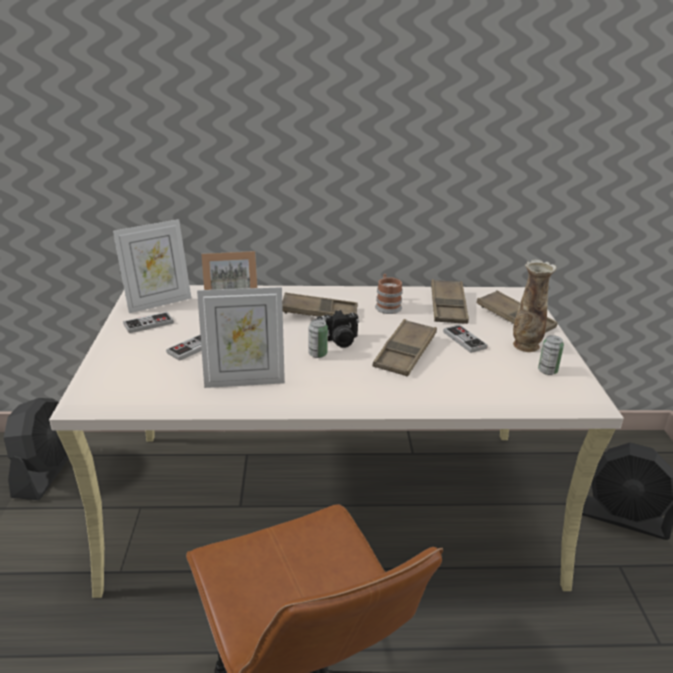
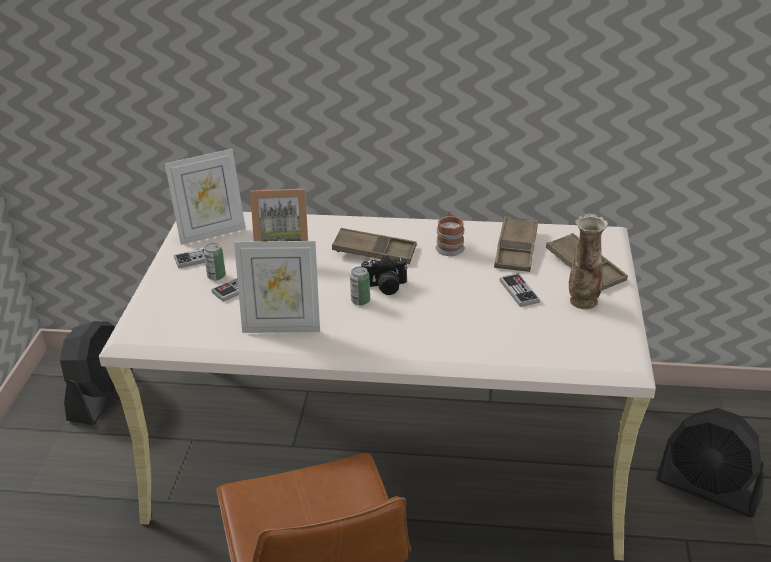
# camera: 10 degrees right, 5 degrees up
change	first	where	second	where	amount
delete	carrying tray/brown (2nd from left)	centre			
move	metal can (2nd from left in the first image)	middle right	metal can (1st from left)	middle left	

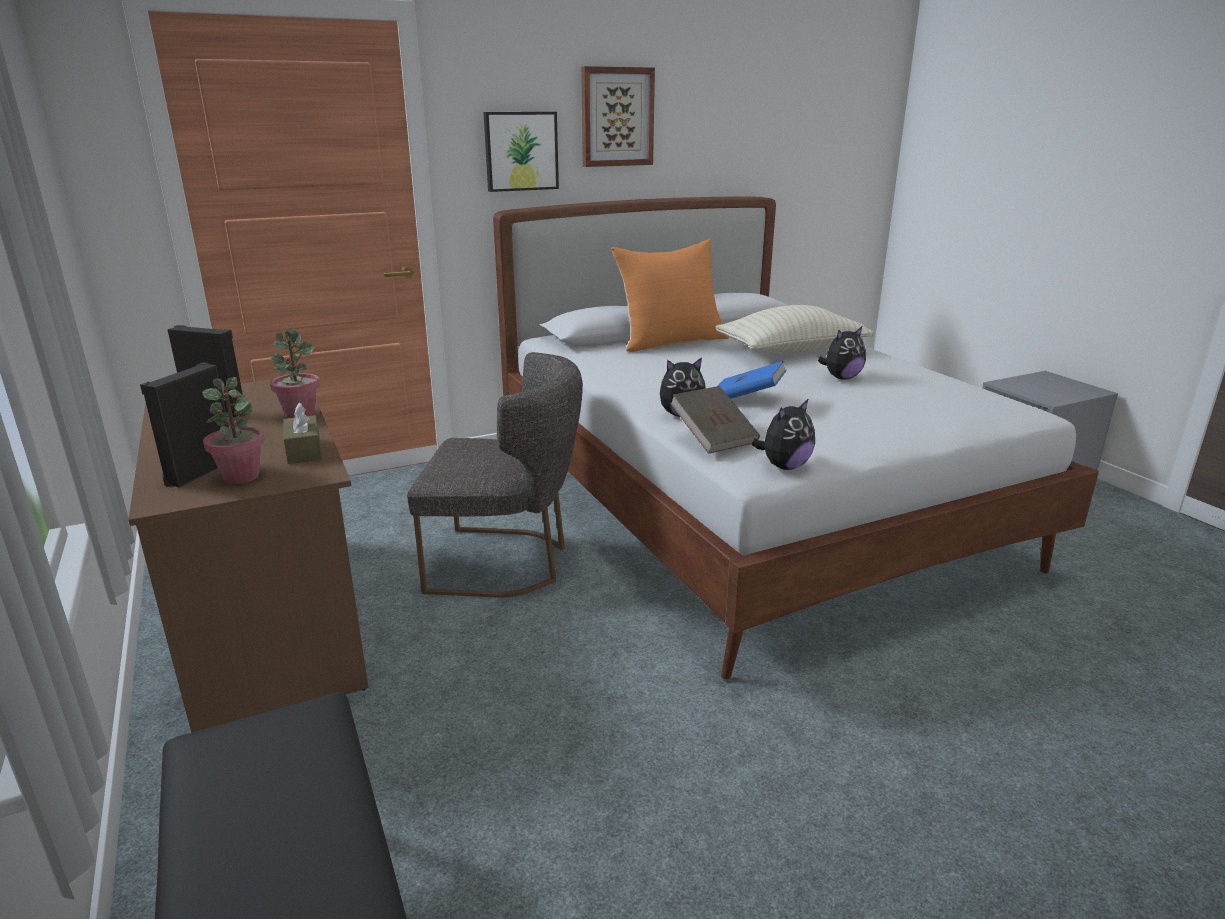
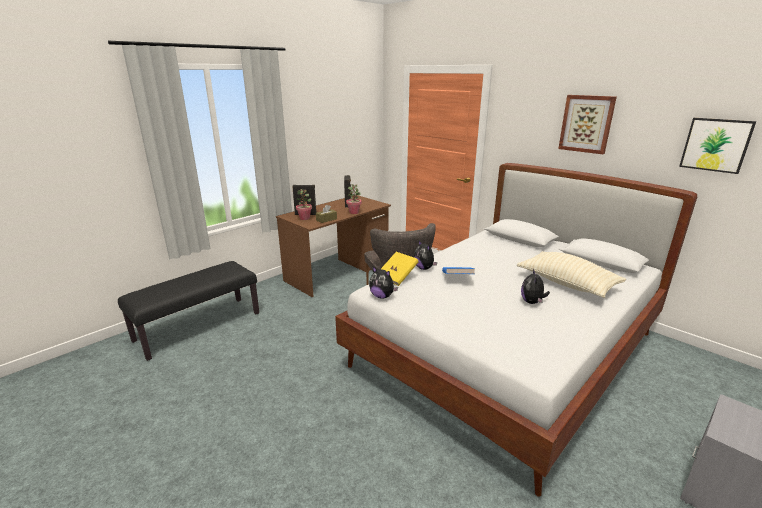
# camera: 70 degrees right, 0 degrees up
change	first	where	second	where	amount
move	wall art (1st from left in the first image)	top centre	wall art (2nd from left)	top right	
delete	cushion/orangey	top centre			
rotate	soft toy (3rd from left)	middle right		middle right	60 degrees clockwise
recolor	volume/brown	centre	volume/yellow	centre	

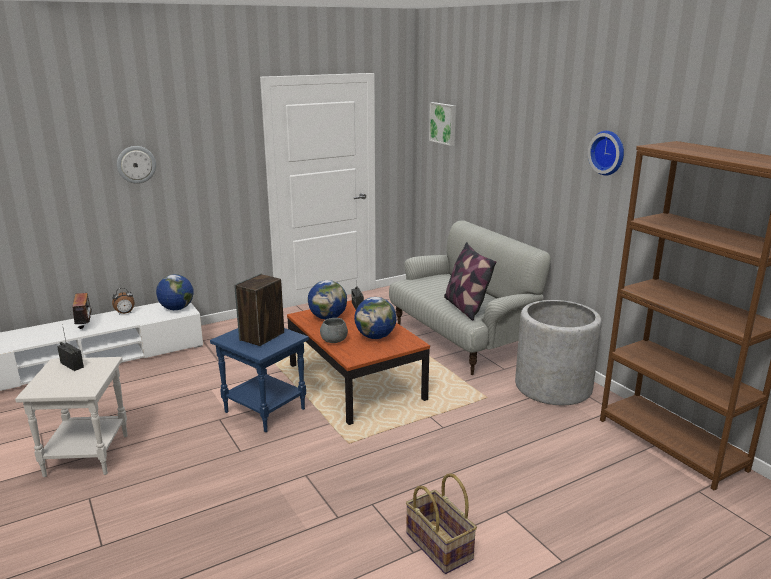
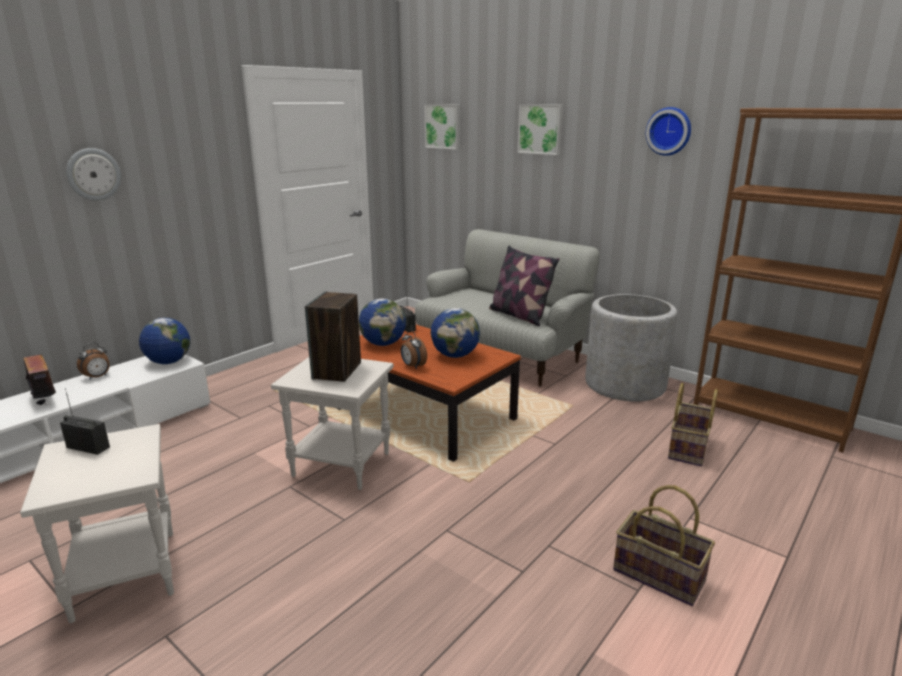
# camera: 20 degrees left, 0 degrees up
change	first	where	second	where	amount
replace	deep dish/gray	centre	table clock (2nd from left)	centre	
recolor	accent table/blue	centre	accent table/white-coloured (2nd from left)	centre	
insert			wall art (2nd from left)	top centre	
insert			basket (2nd from left)	middle right	

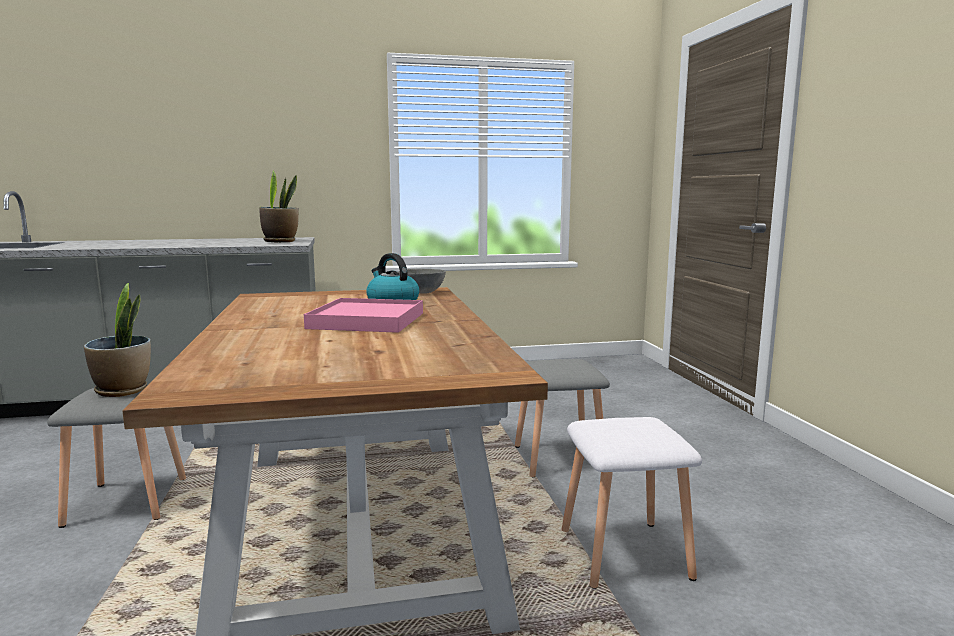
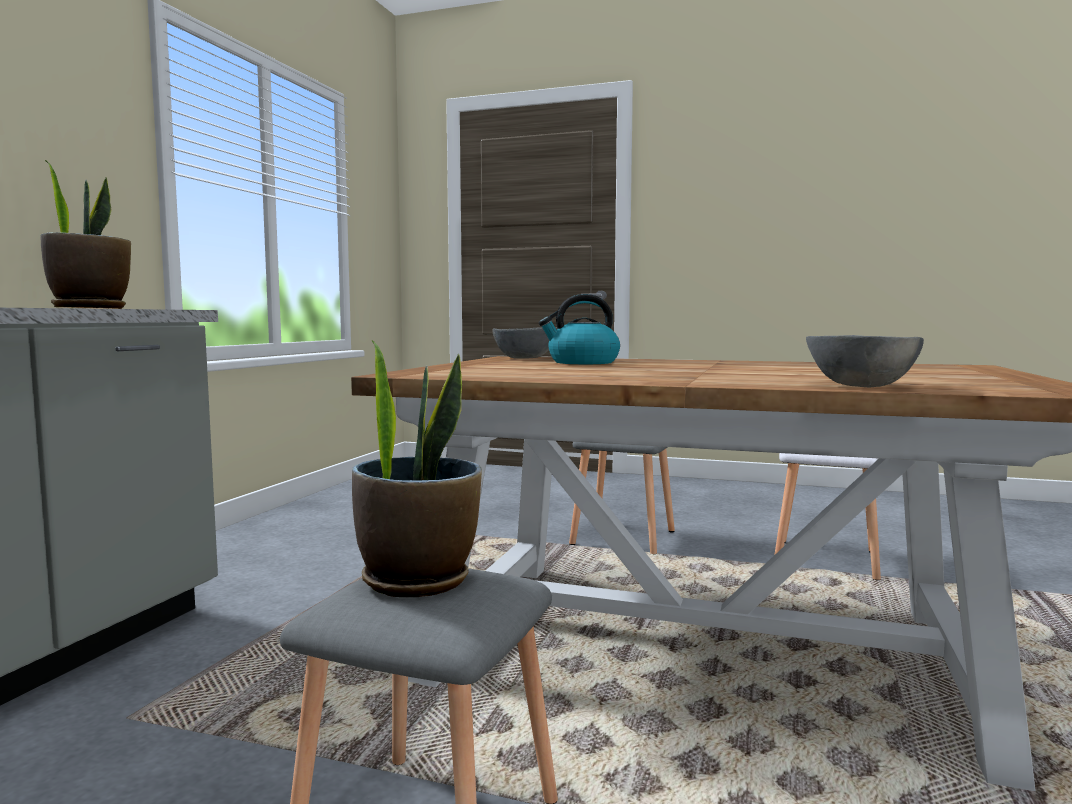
# camera: 60 degrees left, 5 degrees down
change	first	where	second	where	amount
delete	carrying tray/pinkish	centre			
insert			deep dish/gray (2nd from left)	middle right	

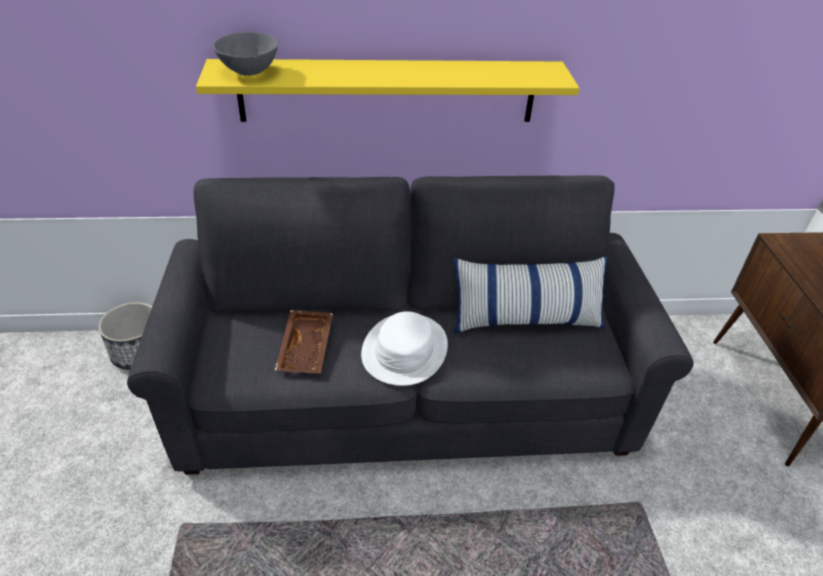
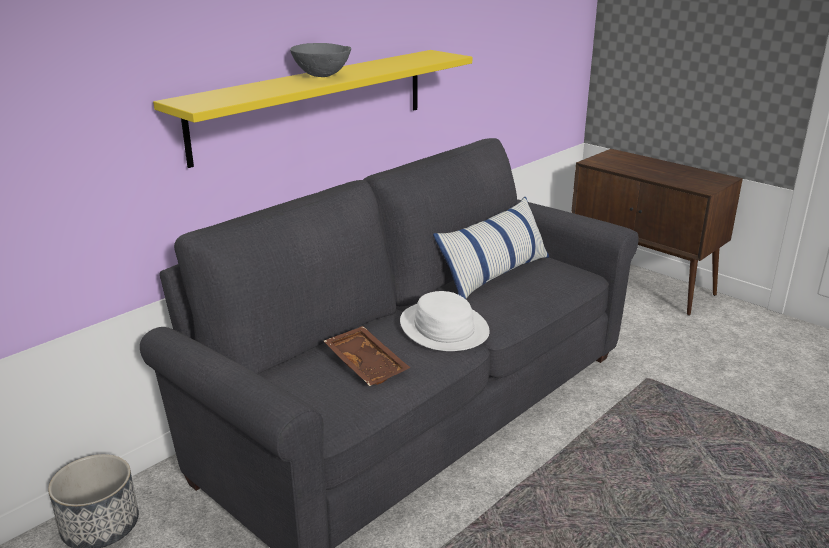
# camera: 40 degrees left, 15 degrees down
change	first	where	second	where	amount
move	deep dish/gray	top left		top centre	

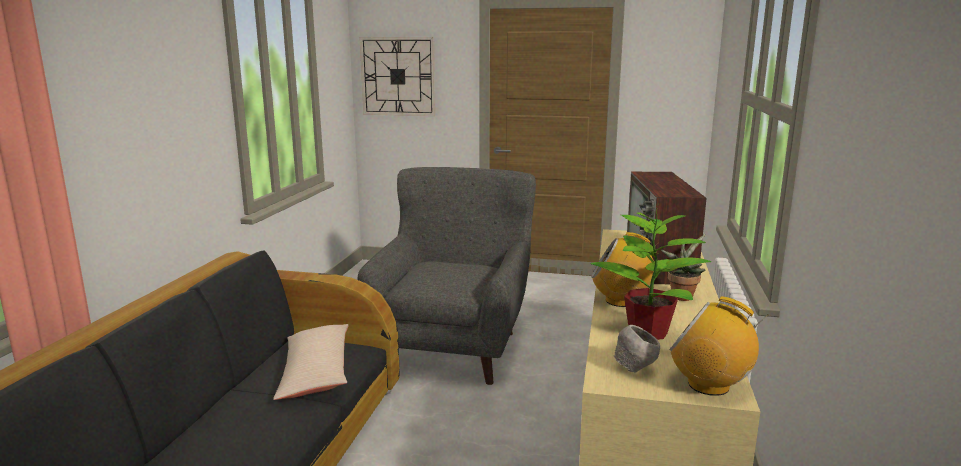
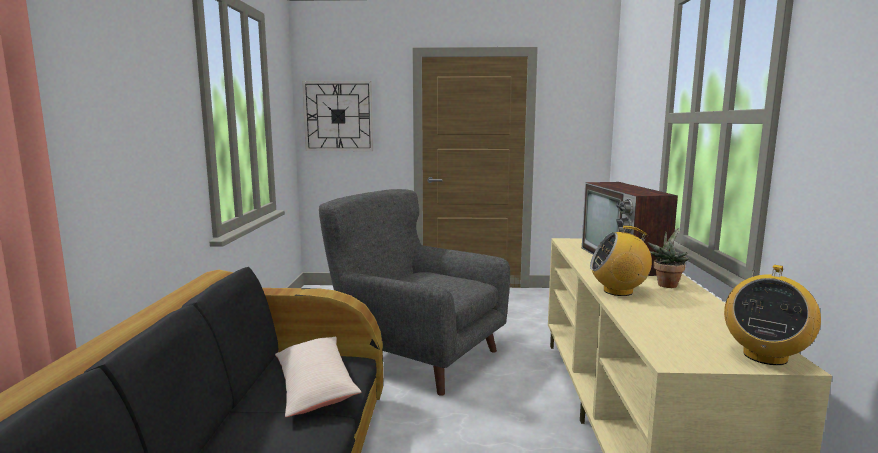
# camera: 10 degrees left, 5 degrees down
change	first	where	second	where	amount
rotate	easy chair/gray	centre		centre	60 degrees counterclockwise
delete	potted plant (1st from left)	middle right			
rotate	radio receiver (2nd from left)	bottom right		bottom right	75 degrees counterclockwise
delete	deep dish/gray	bottom centre			

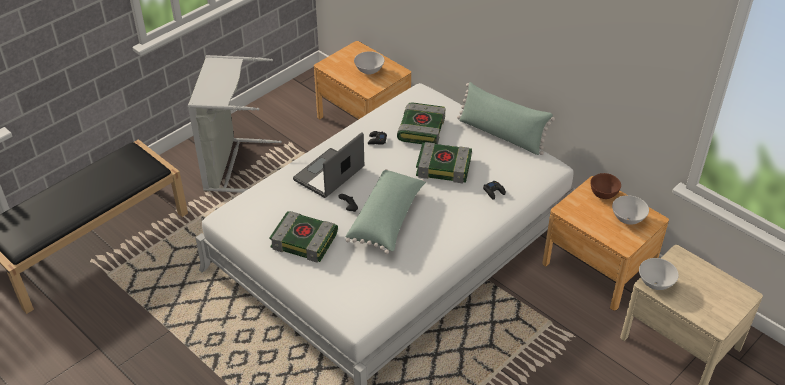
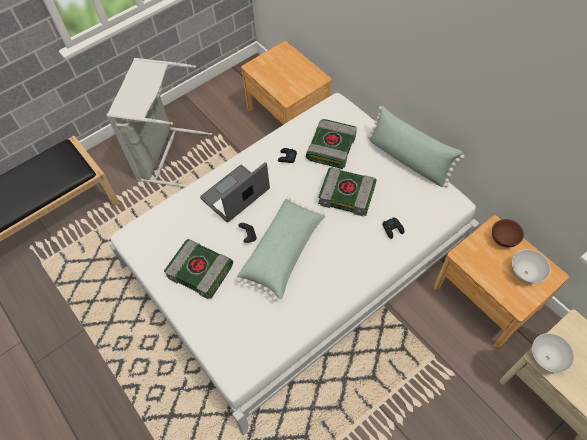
# camera: 10 degrees right, 15 degrees up
change	first	where	second	where	amount
delete	deep dish/white-coloured (1st from left)	top centre			

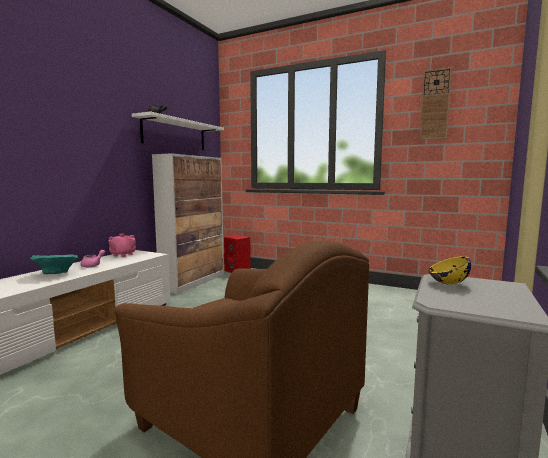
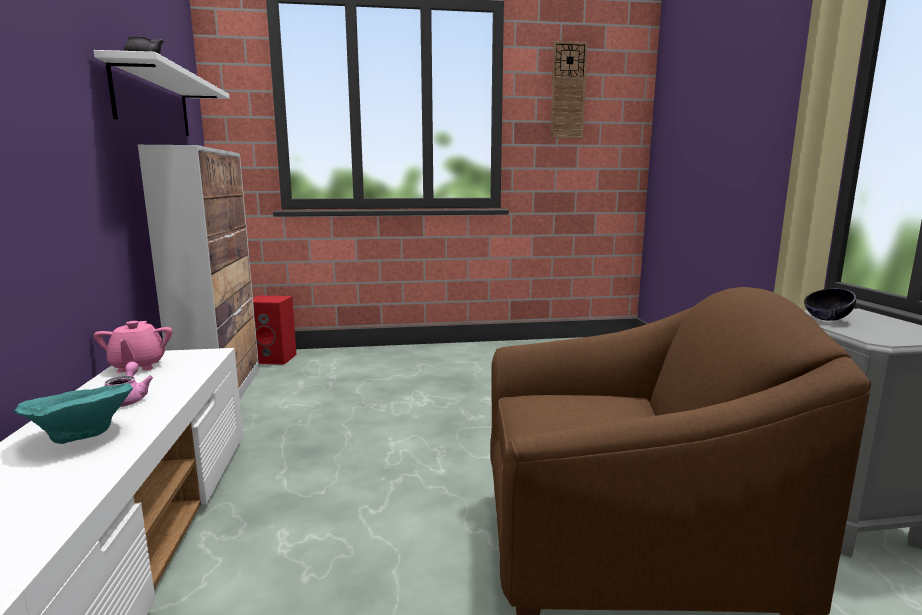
# camera: 35 degrees left, 5 degrees up
change	first	where	second	where	amount
recolor	deep dish/yellow	middle right	deep dish/blackish	middle right	

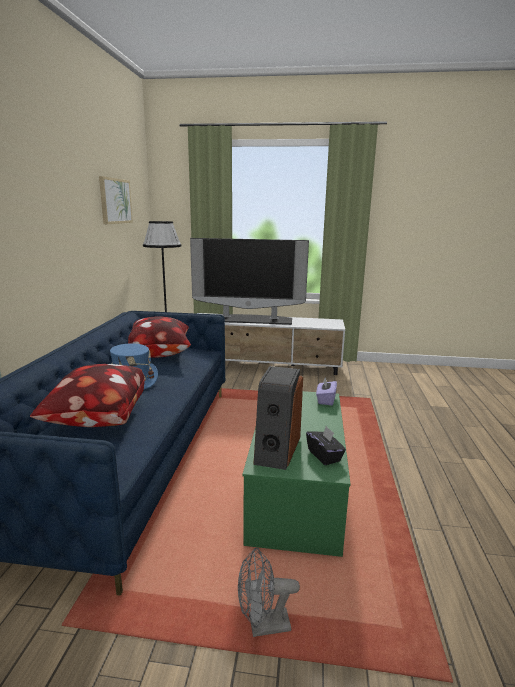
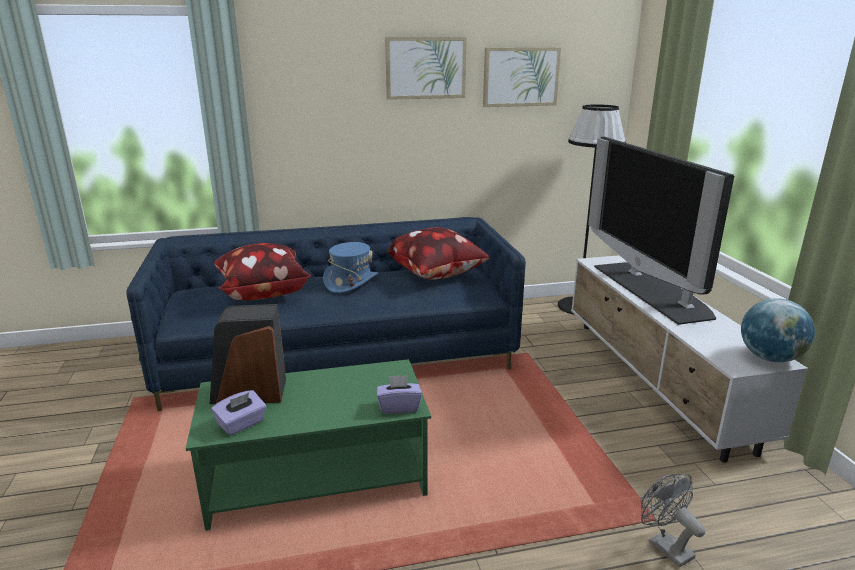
# camera: 70 degrees right, 5 degrees up
change	first	where	second	where	amount
recolor	tissue holder/blackish	centre	tissue holder/purple-coloured (1st from left)	bottom left	
move	cooling fan/gray	bottom centre		bottom right	
insert			wall art (1st from left)	top centre	
insert			world globe	middle right	

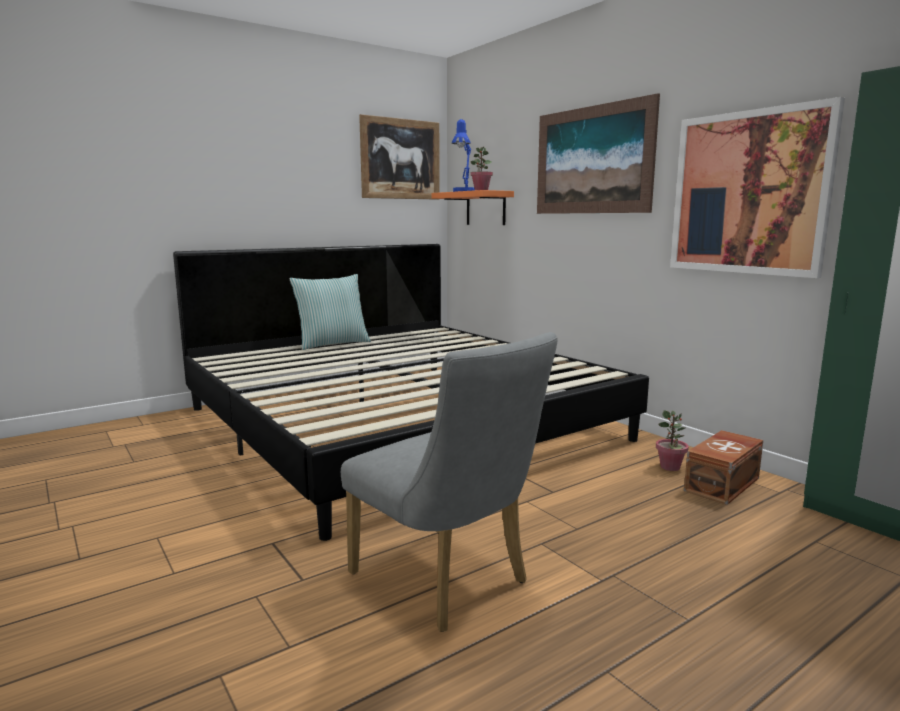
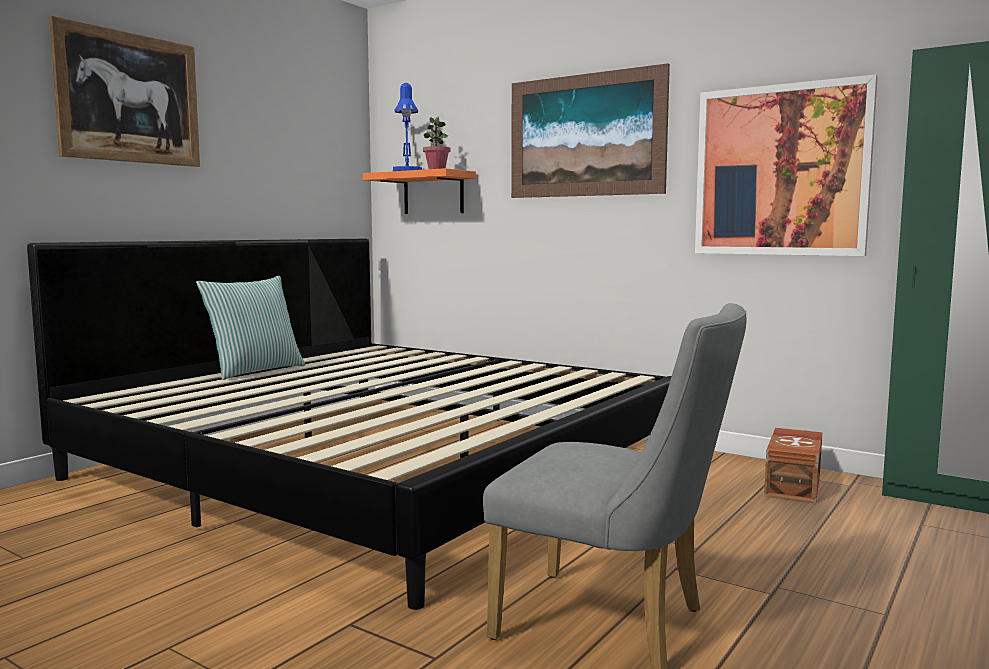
# camera: 20 degrees left, 5 degrees down
change	first	where	second	where	amount
move	wall art (1st from left)	top centre		top left	
delete	potted plant (2nd from left)	middle right			

